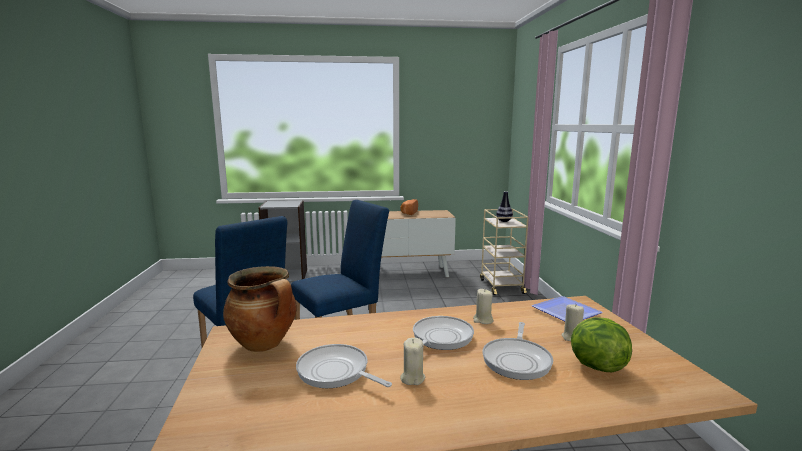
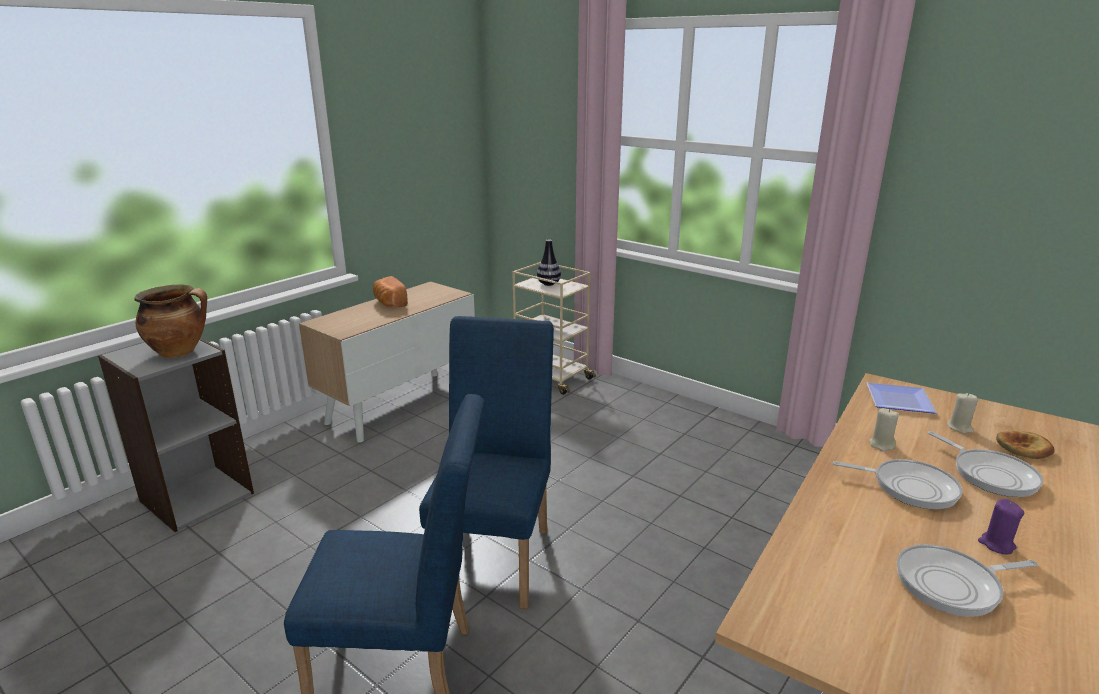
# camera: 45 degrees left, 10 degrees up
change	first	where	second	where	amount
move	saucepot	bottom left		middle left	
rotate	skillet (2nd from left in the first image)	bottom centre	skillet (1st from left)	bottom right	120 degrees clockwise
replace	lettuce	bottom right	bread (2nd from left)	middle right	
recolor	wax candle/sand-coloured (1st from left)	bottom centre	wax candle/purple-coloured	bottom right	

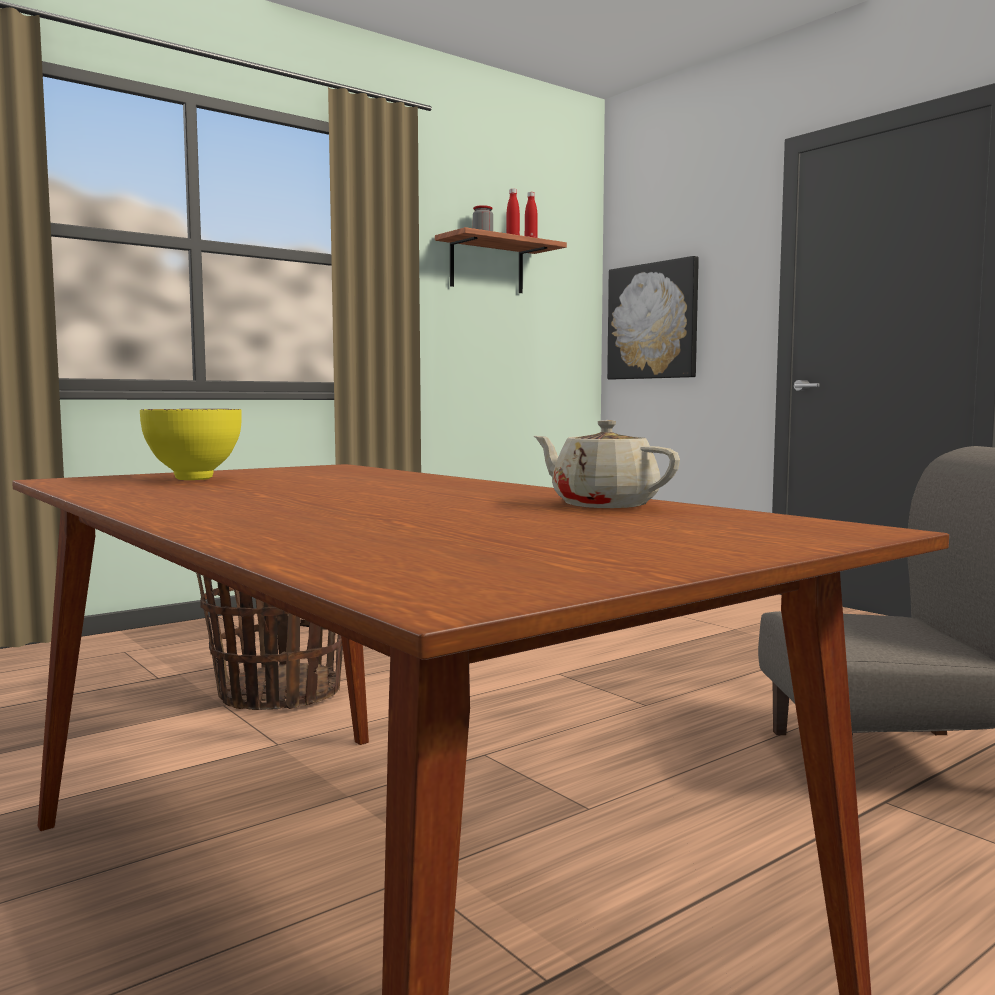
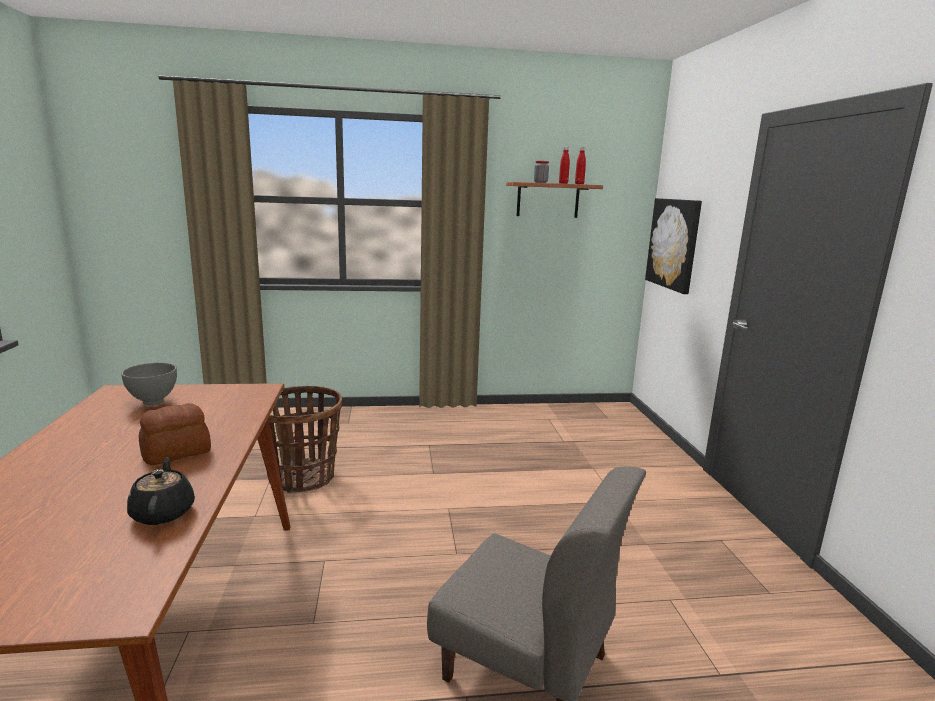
# camera: 30 degrees right, 10 degrees up
change	first	where	second	where	amount
recolor	deep dish/yellow	middle left	deep dish/gray	middle left	
recolor	teapot/sand-coloured	centre	teapot/blackish	bottom left	
insert			bread	middle left	

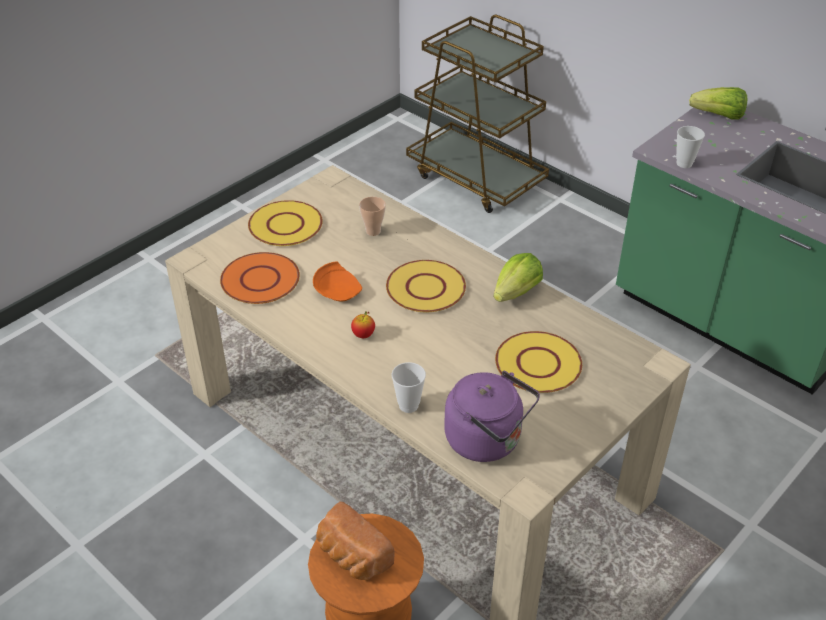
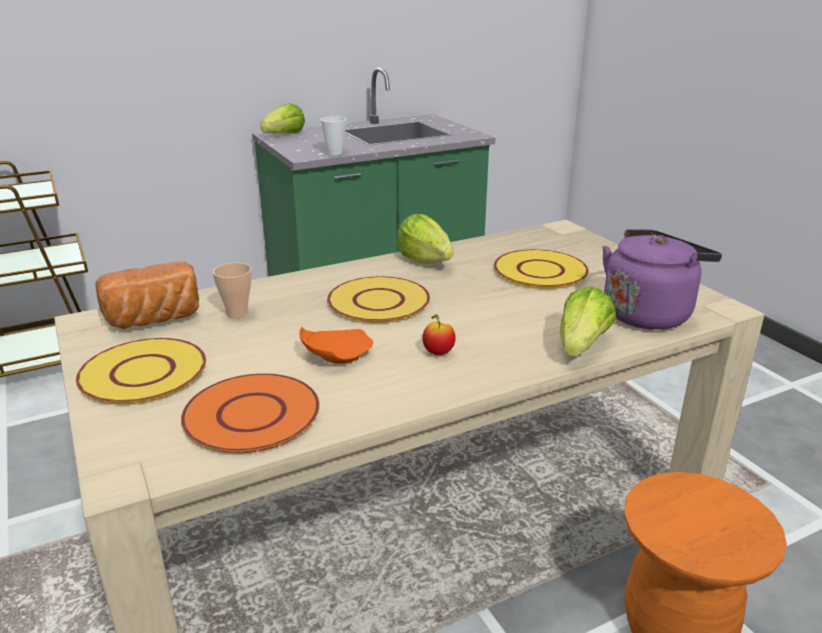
# camera: 70 degrees left, 15 degrees down
change	first	where	second	where	amount
replace	cup (2nd from left)	centre	lettuce (3rd from left)	middle right	
move	bread	bottom centre		middle left	

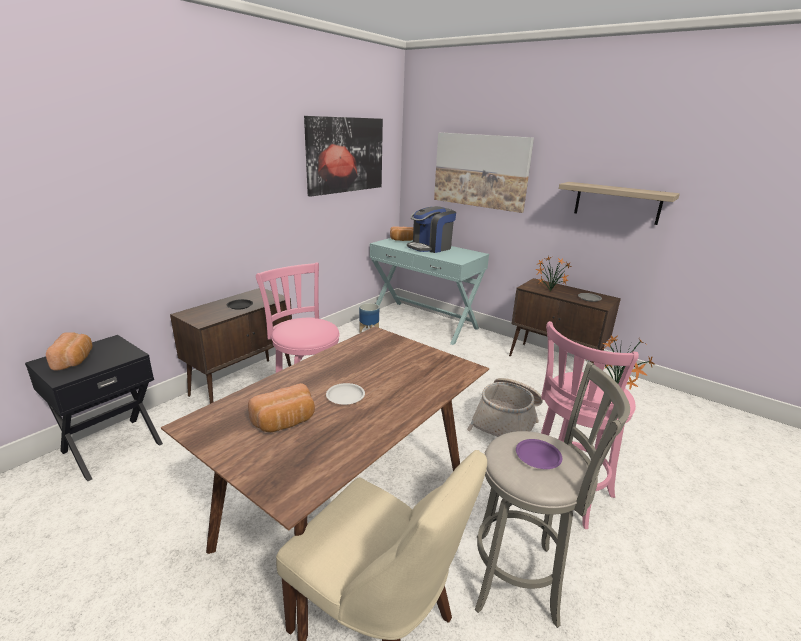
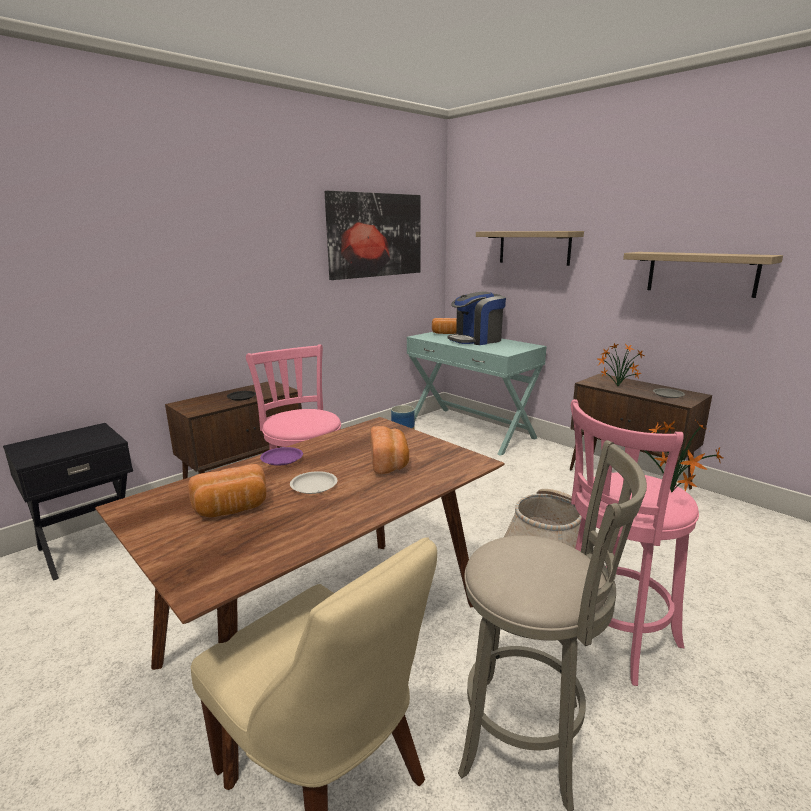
# camera: 10 degrees right, 5 degrees down
change	first	where	second	where	amount
replace	wall art (2nd from left)	top centre	wall shelf (1st from left)	top centre	
move	bread (1st from left in the first image)	middle left	bread (2nd from left)	centre	
move	flat dish/purple-coloured	bottom right		centre	

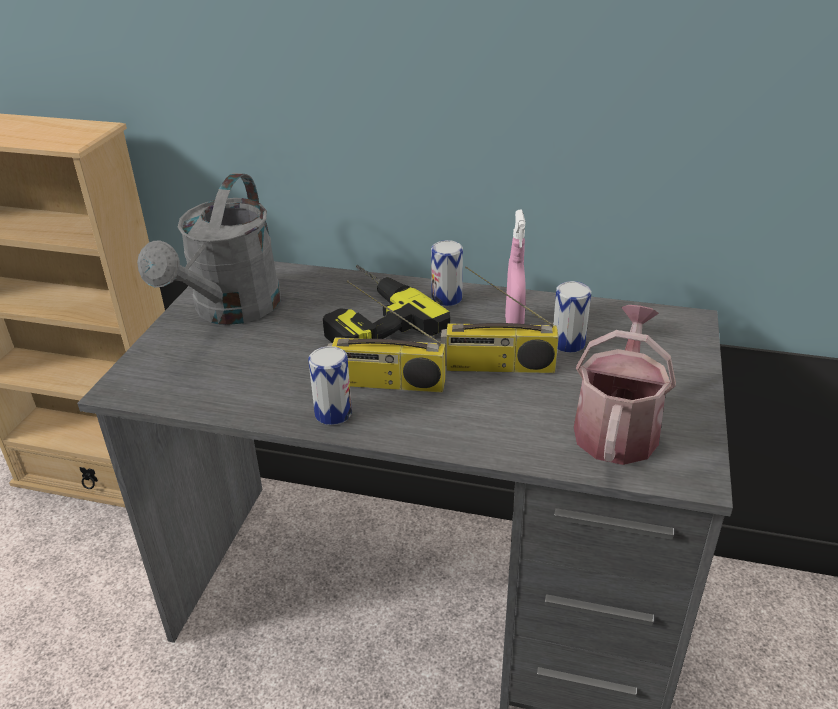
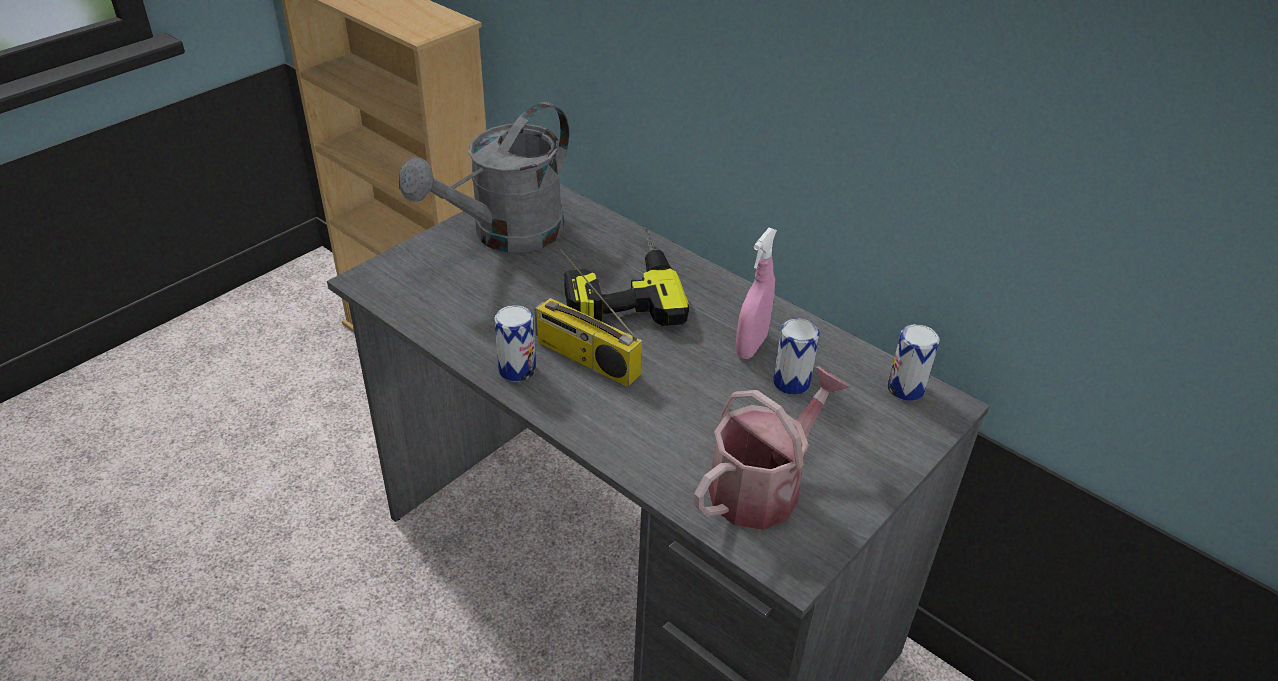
# camera: 25 degrees right, 5 degrees up
change	first	where	second	where	amount
move	metal can (2nd from left in the first image)	centre	metal can (3rd from left)	middle right	
delete	radio receiver (2nd from left)	centre			

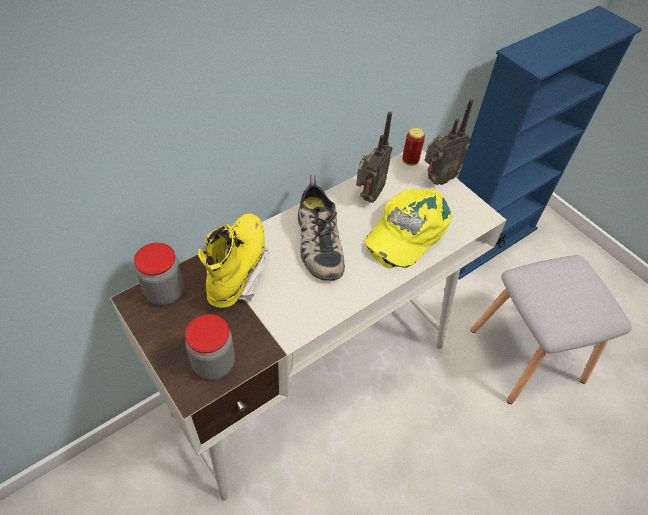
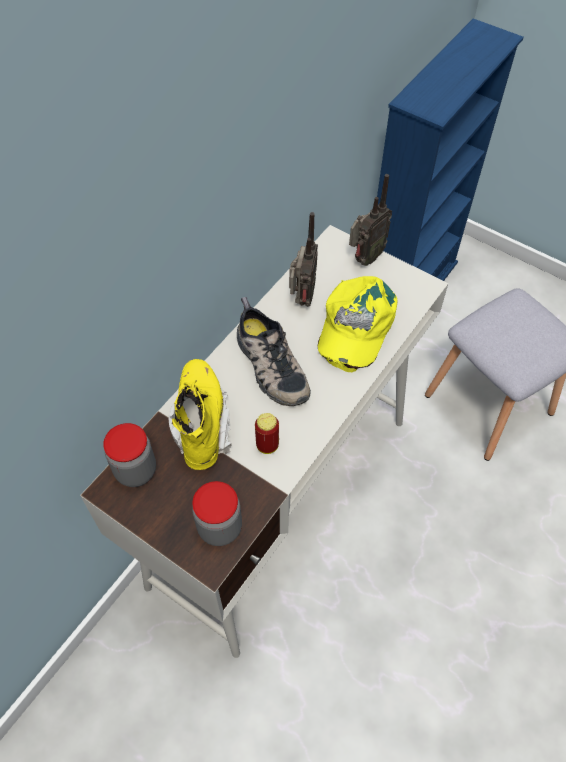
# camera: 15 degrees left, 5 degrees up
change	first	where	second	where	amount
move	metal can	top centre		centre	

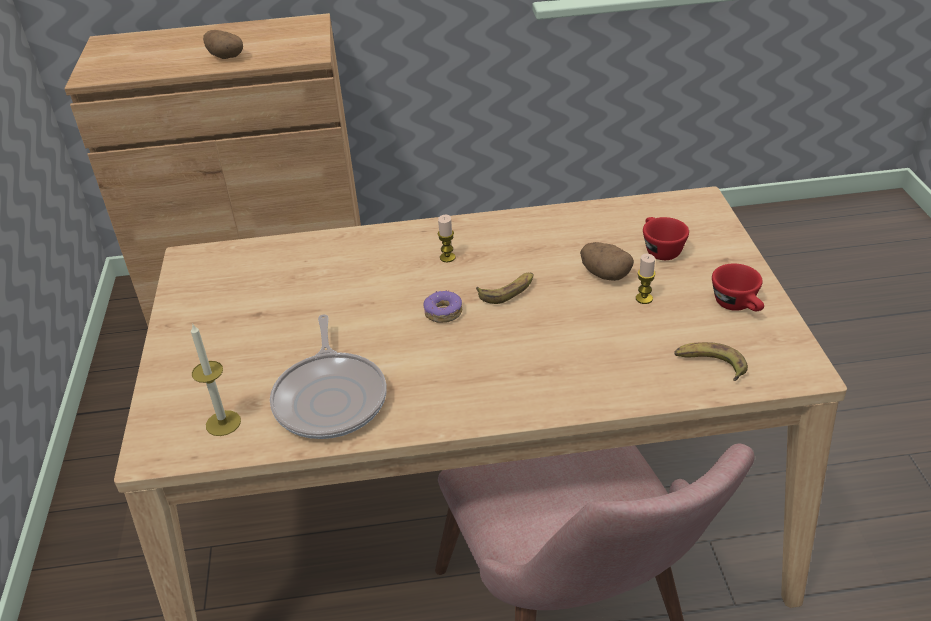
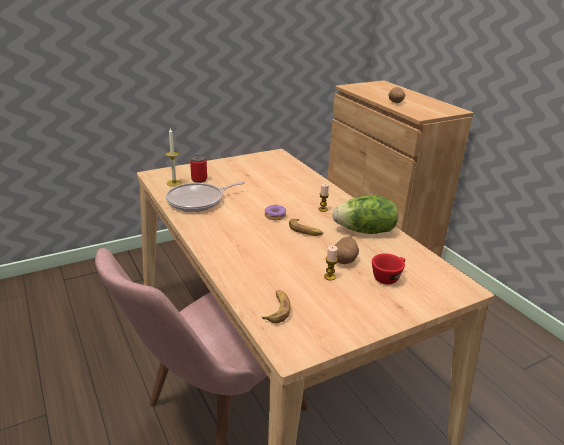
# camera: 65 degrees right, 10 degrees down
change	first	where	second	where	amount
delete	cup/red (2nd from left)	middle right			
insert			metal can	centre	
insert			lettuce	centre	

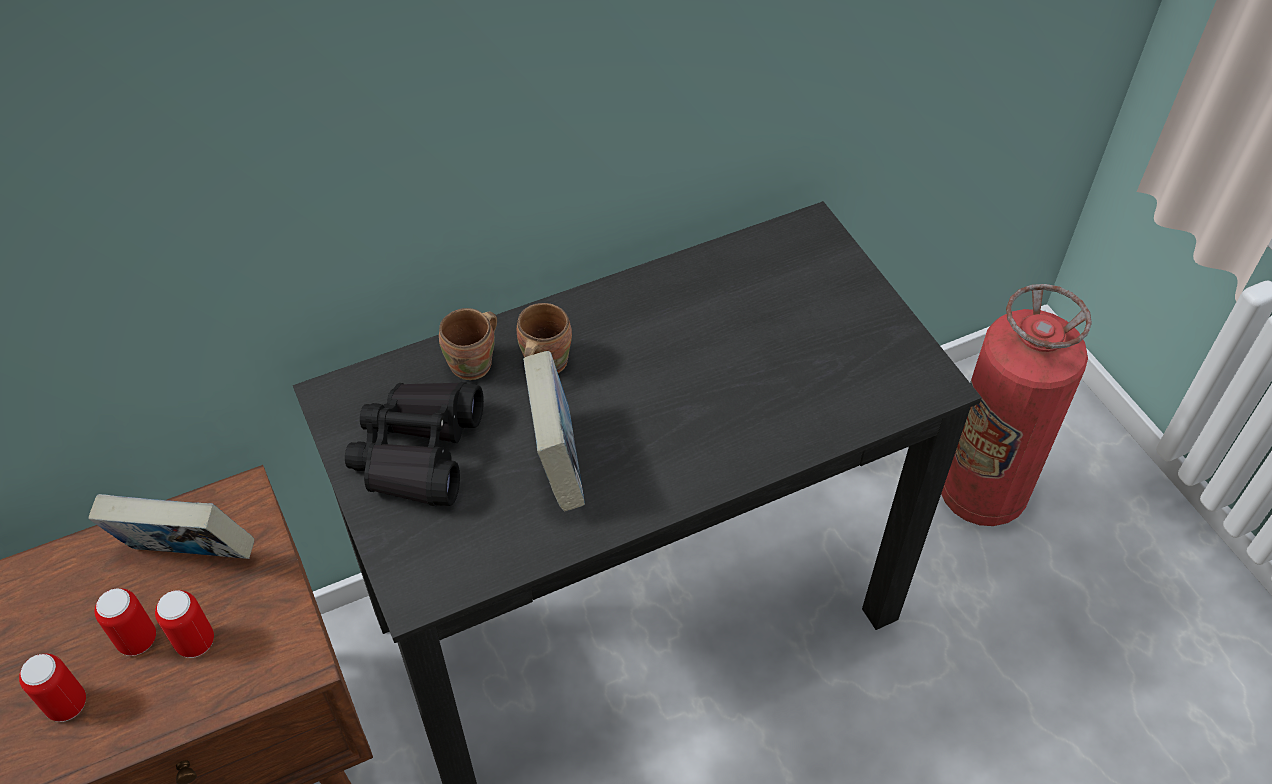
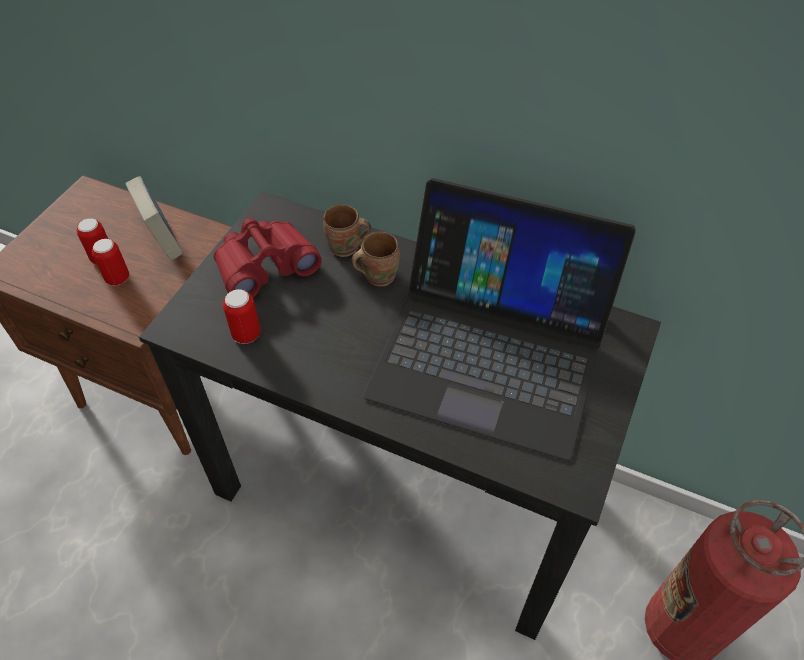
# camera: 50 degrees right, 0 degrees up
change	first	where	second	where	amount
delete	volume (2nd from left)	centre			
recolor	field glasses/blackish	middle left	field glasses/red	centre	
move	metal can (1st from left in the first image)	bottom left	metal can (3rd from left)	middle left	
insert			laptop	centre	

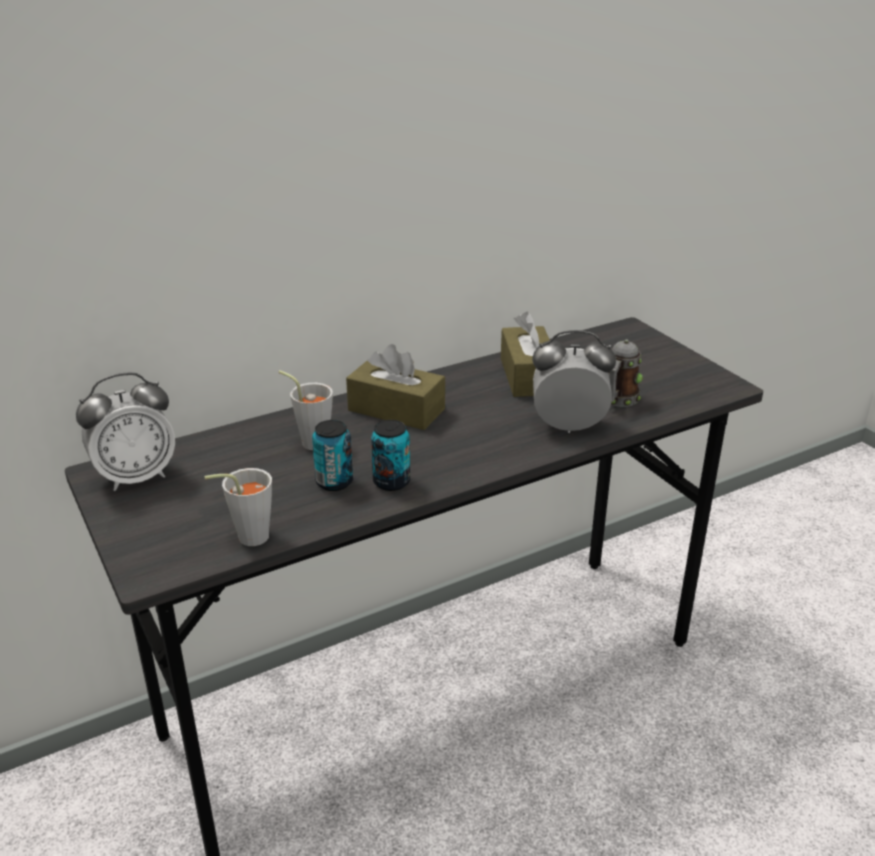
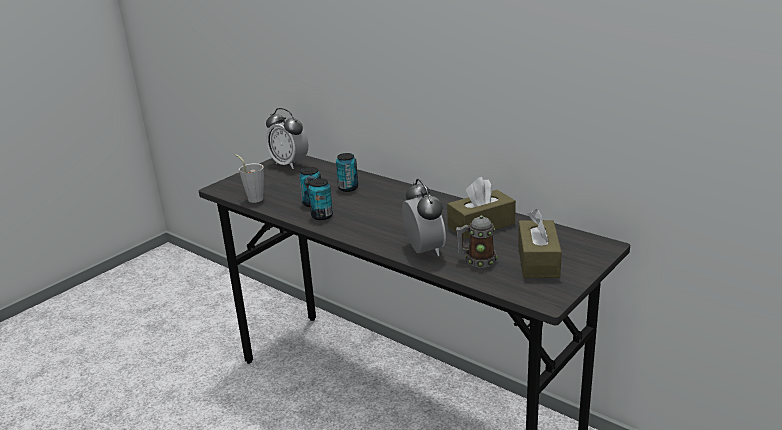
# camera: 70 degrees right, 5 degrees down
change	first	where	second	where	amount
move	tissue holder/brown (1st from left in the first image)	centre	tissue holder/brown (2nd from left)	middle right	
replace	cup/gray (2nd from left)	centre	metal can (3rd from left)	centre	

